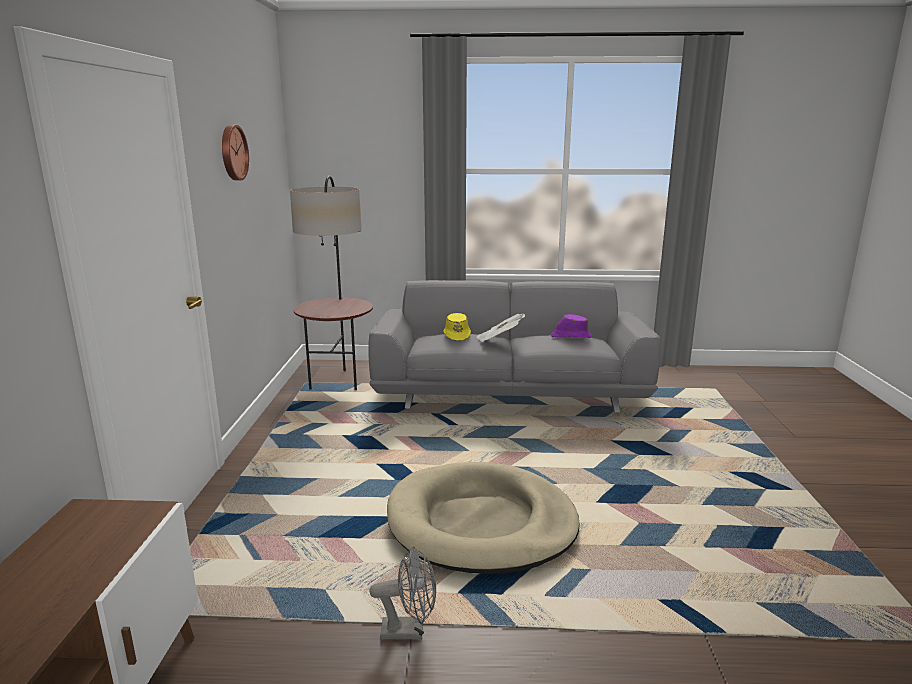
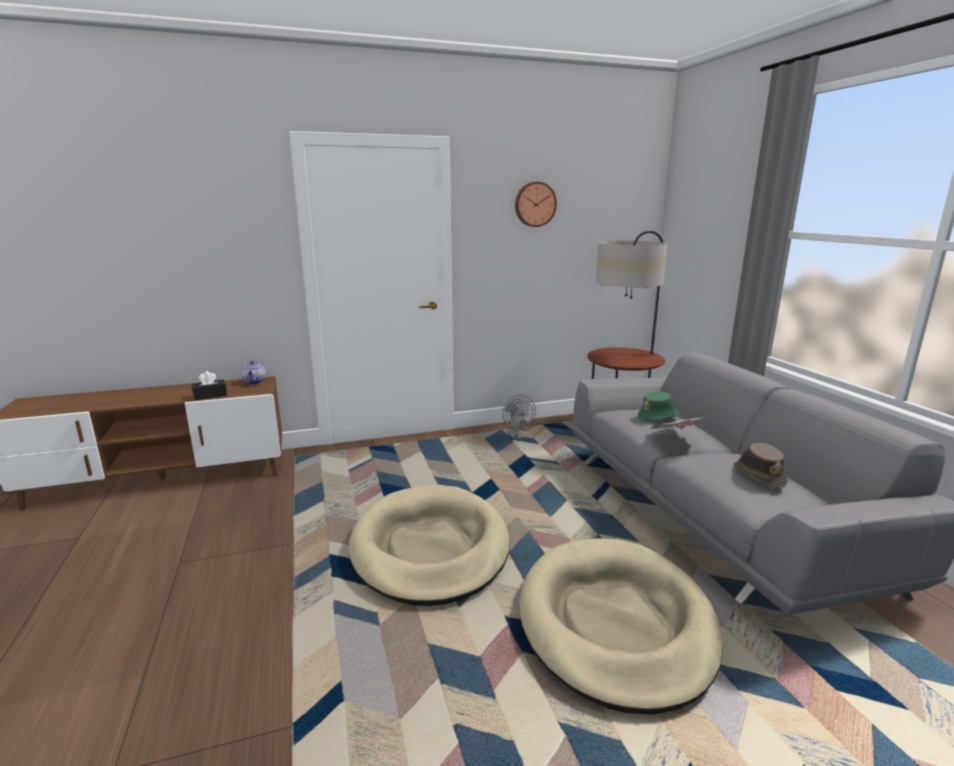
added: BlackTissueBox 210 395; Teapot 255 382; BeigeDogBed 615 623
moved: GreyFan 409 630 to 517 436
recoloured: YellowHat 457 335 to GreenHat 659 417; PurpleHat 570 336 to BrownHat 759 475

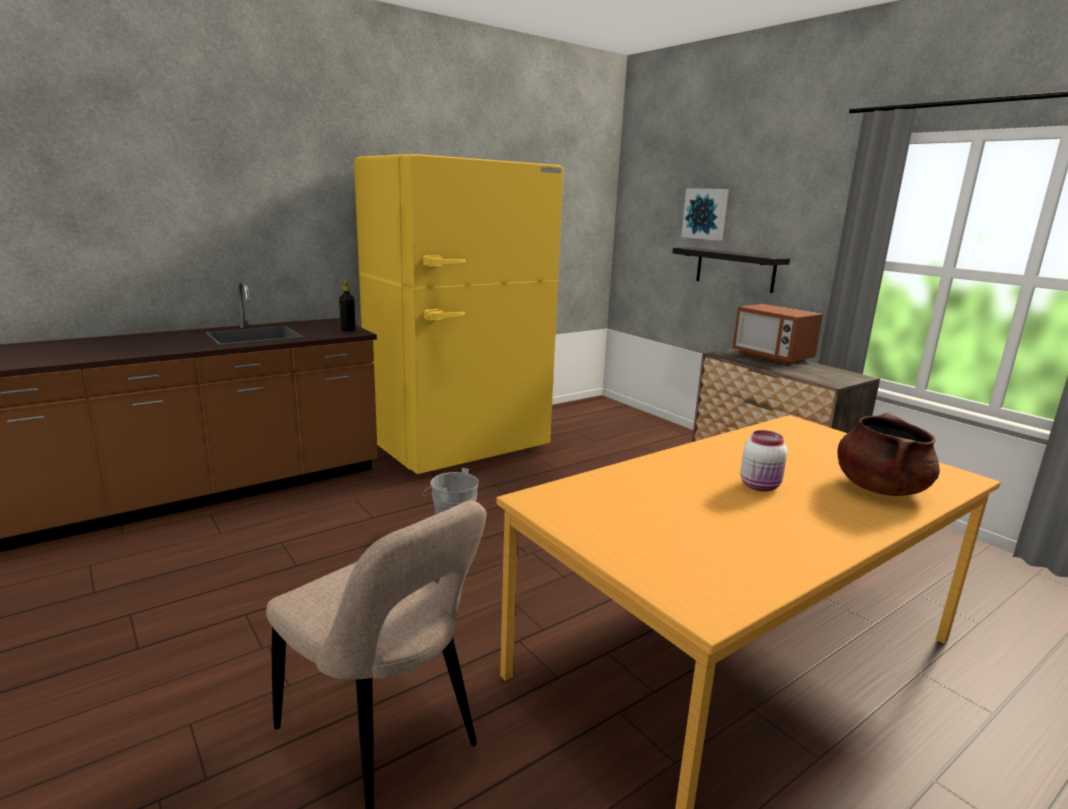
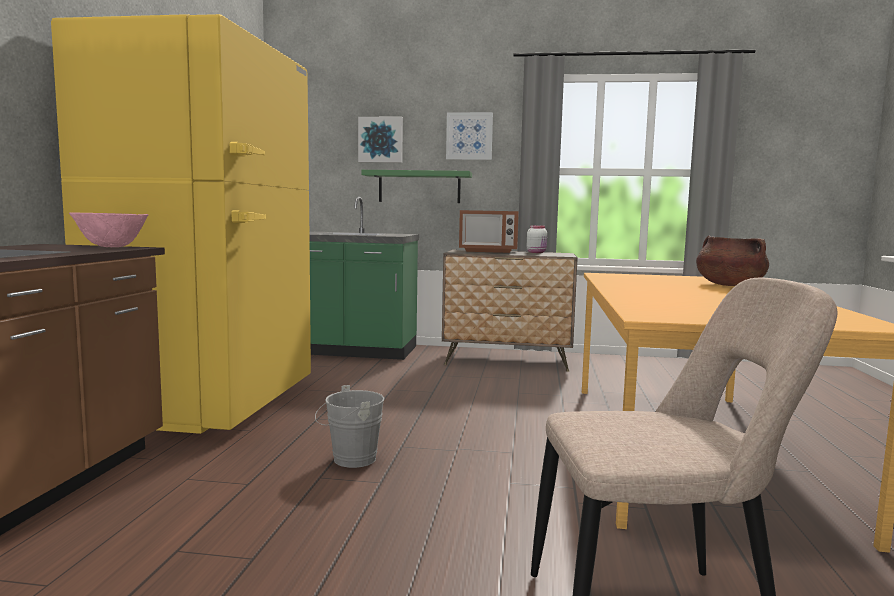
added: GreenCounter 354 351; Picture 469 136
moved: WhiteJar 760 486 to 537 252
replaced: BlackBottle 348 330 to PinkBowl 111 247
recoloured: BlackShelf 735 269 to GreenShelf 419 187

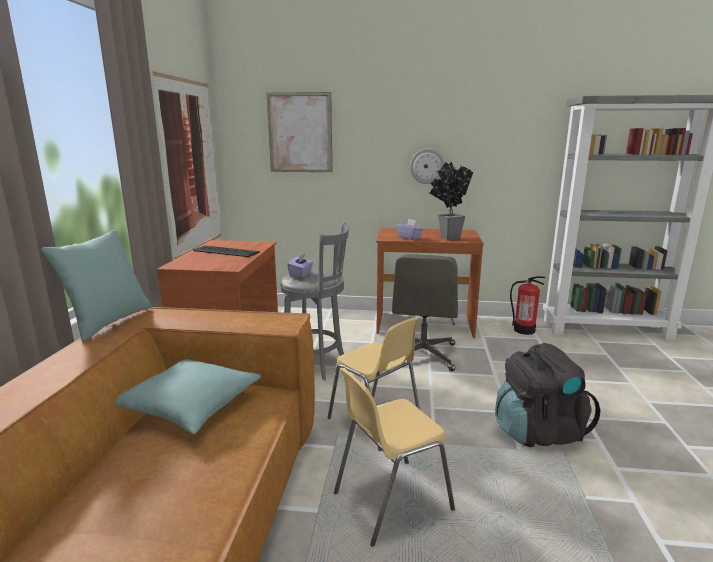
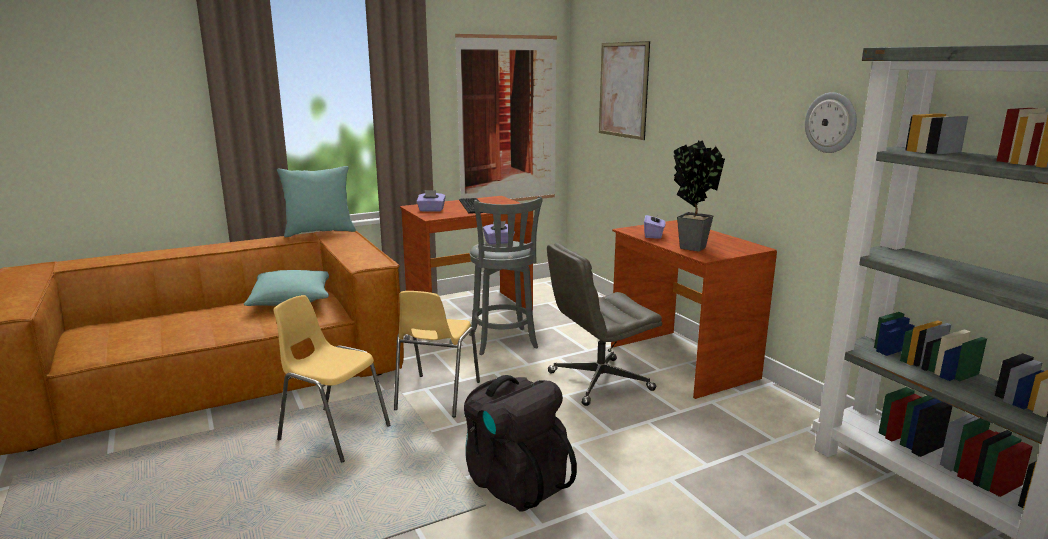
removed: FireExtinguisher 524 330
added: PurpleTissueBox 431 210
moved: WallClock 427 166 to 831 122

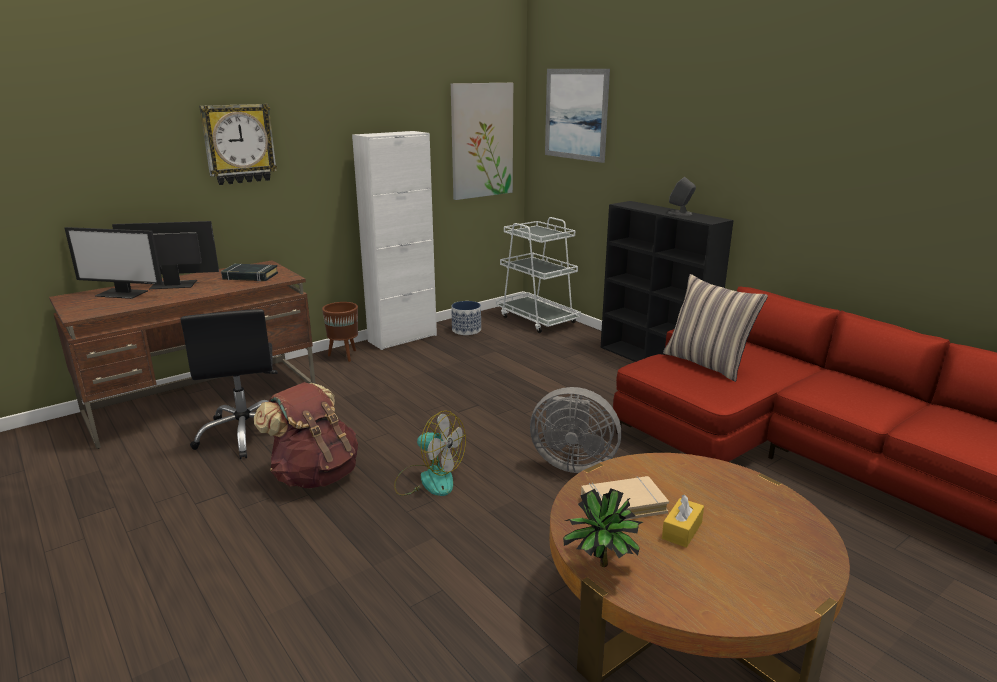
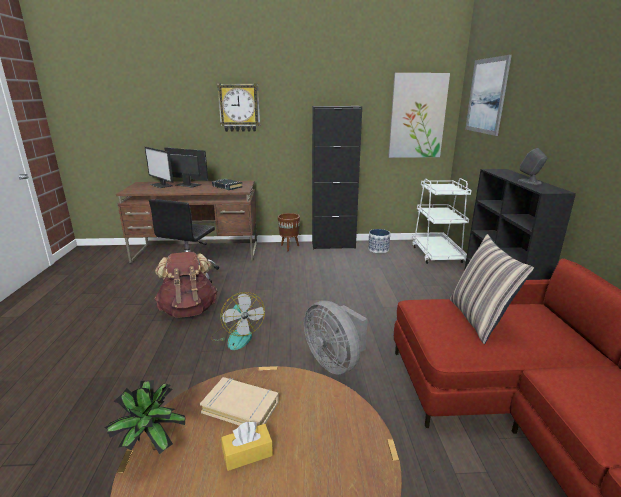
recoloured: WhiteCabinet 402 338 to BlackCabinet 333 245

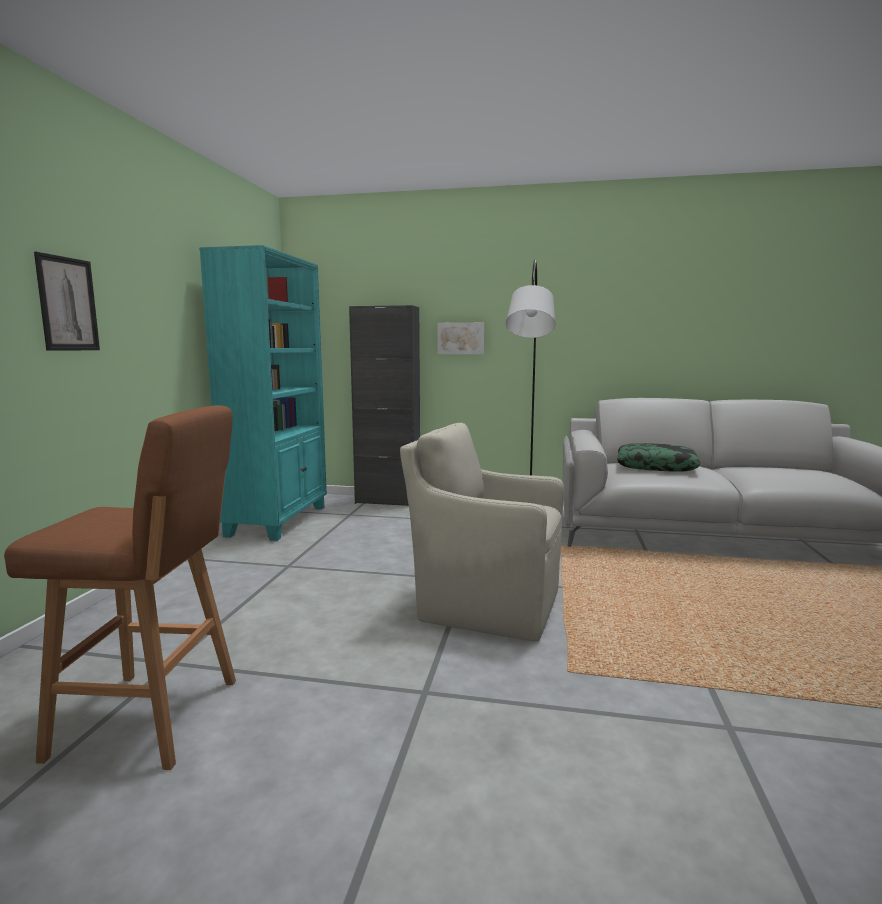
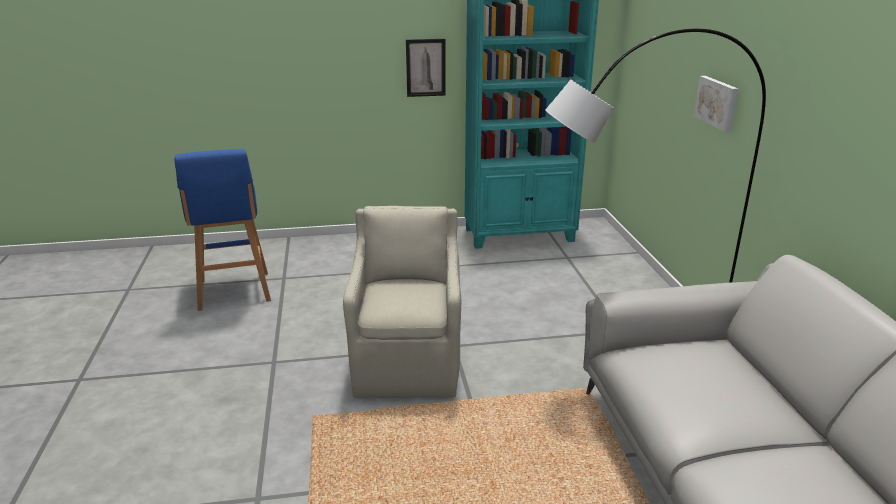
removed: BlackCabinet 388 501; Pillow 656 466
moved: Picture 68 304 to 425 67
recoloured: BrownStool 153 718 to BlueStool 234 292

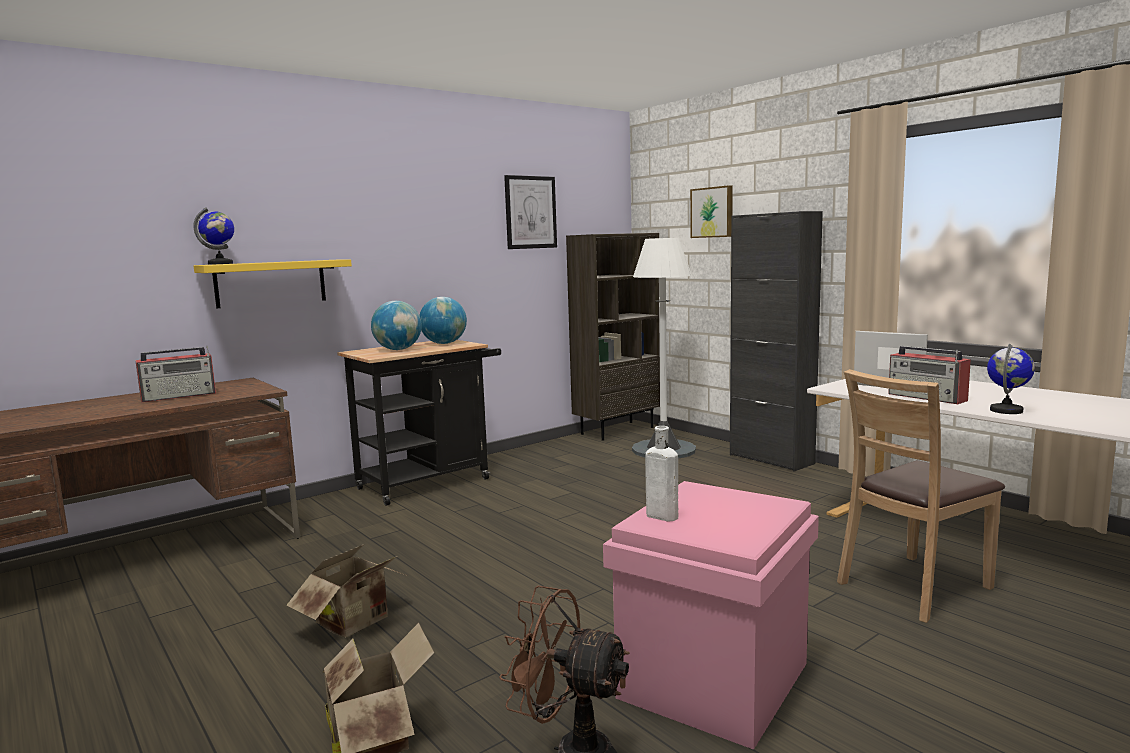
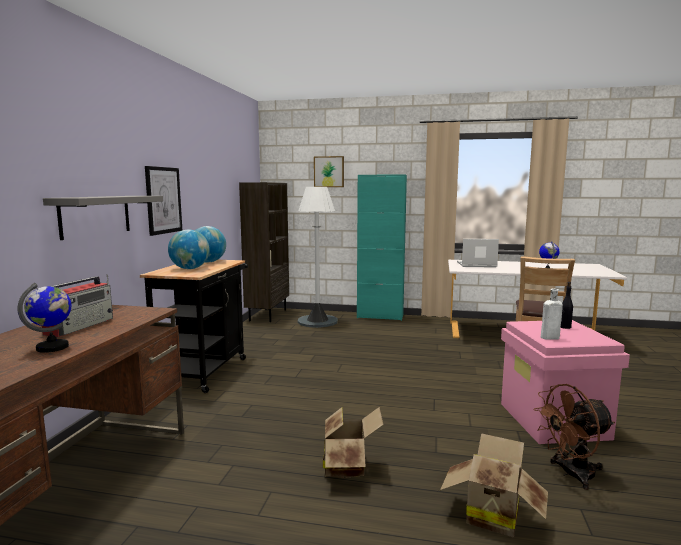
removed: Radio 927 397
added: BlackBottle 565 327
moved: Globe 220 264 to 53 347; Picture 530 212 to 163 200
recoloured: YellowShelf 271 283 to GreyShelf 95 216; BlackCabinet 771 459 to TurquoiseCabinet 380 316

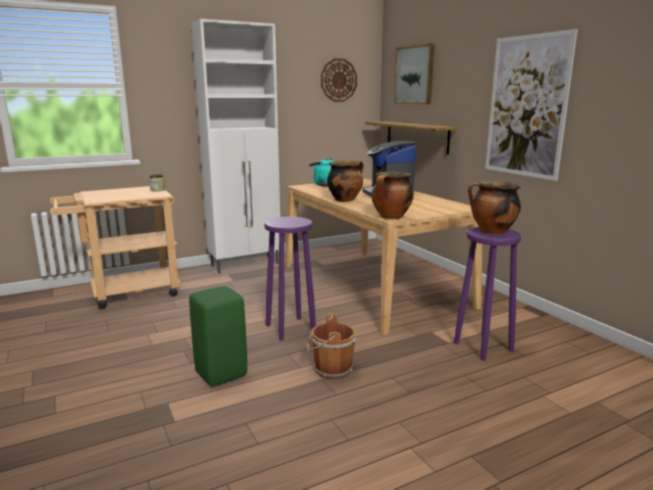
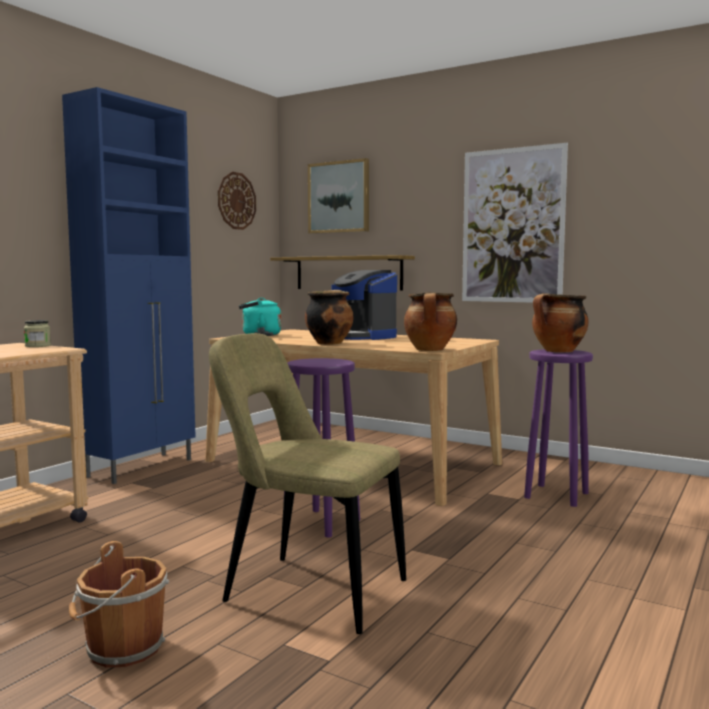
moved: BrownBucket 331 369 to 121 649
replaced: GreenStool 221 373 to BeigeChair 308 590
recoloured: WhiteCabinet 246 264 to BlueCabinet 142 467

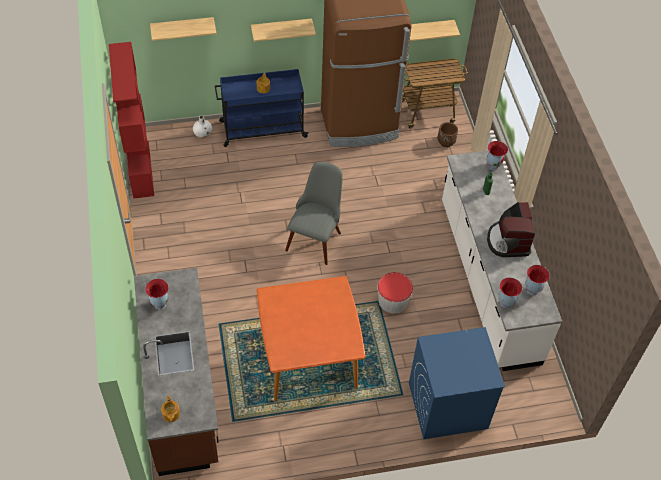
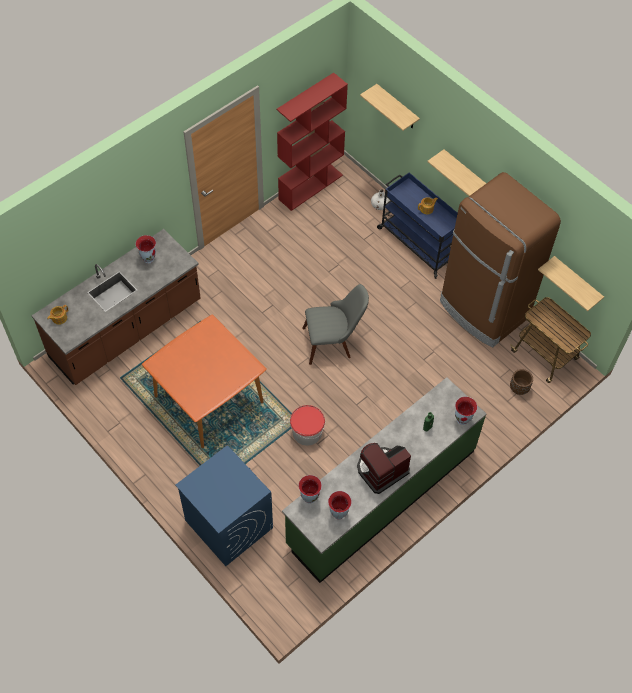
recoloured: WhiteCounter 487 281 to GreenCounter 381 496

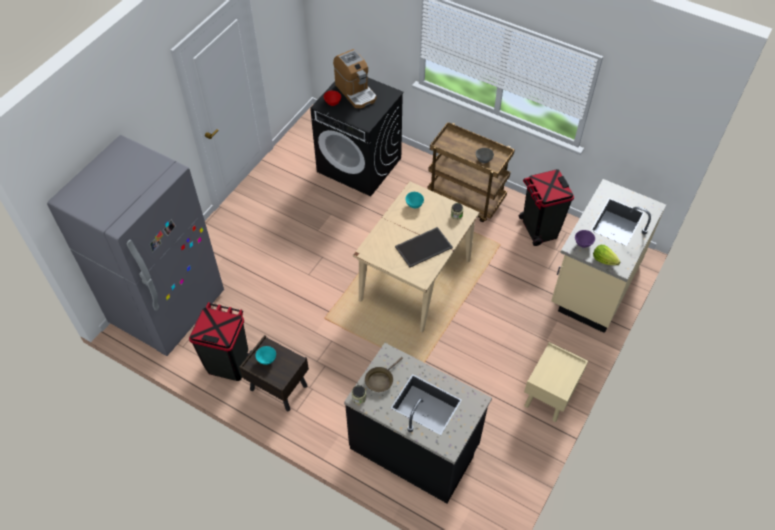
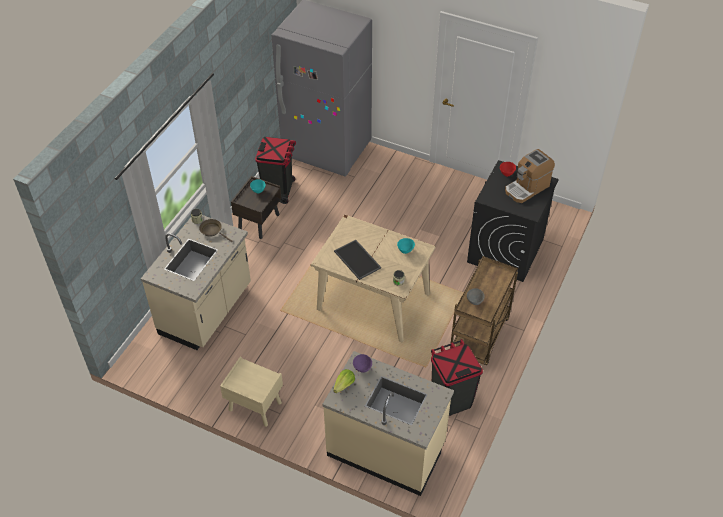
recoloured: BlackCounter 415 447 to BeigeCounter 206 311

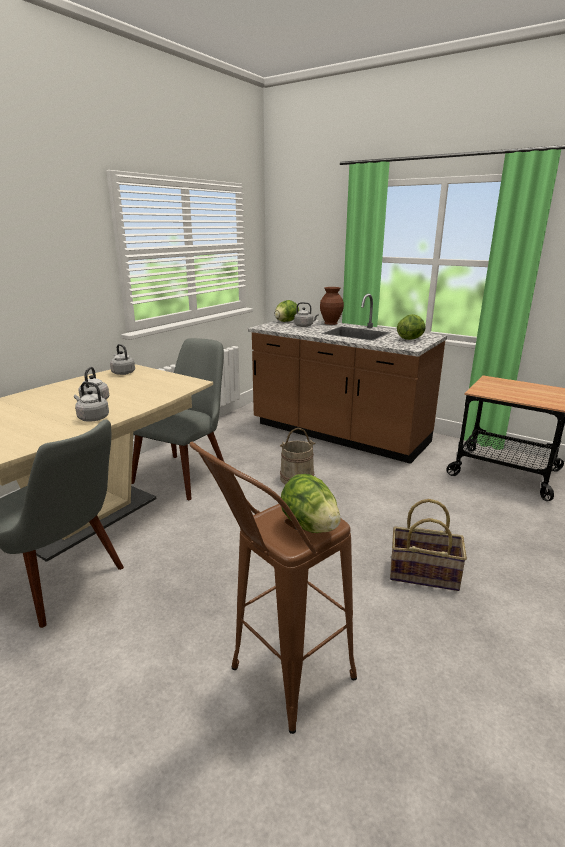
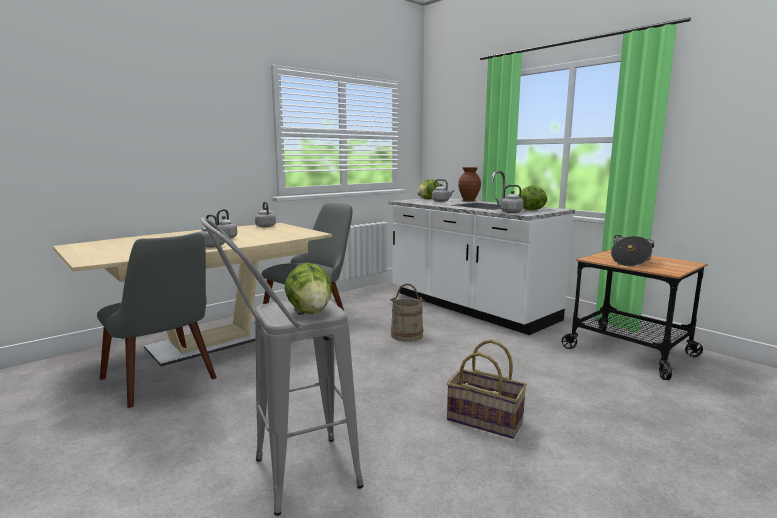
added: GreyKettle 510 212; CookingPot 630 261
recoloured: BrownStool 278 684 to GreyStool 289 478; BrownCounter 339 434 to WhiteCounter 470 307

